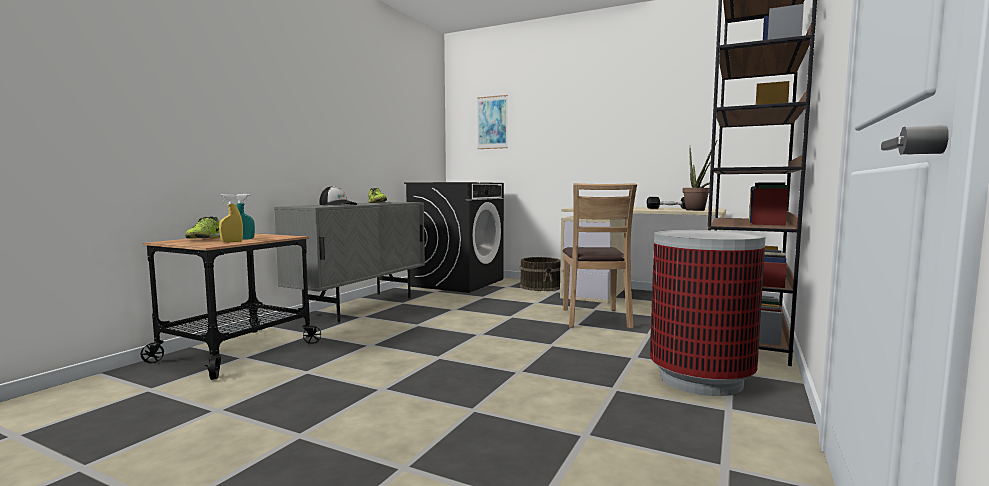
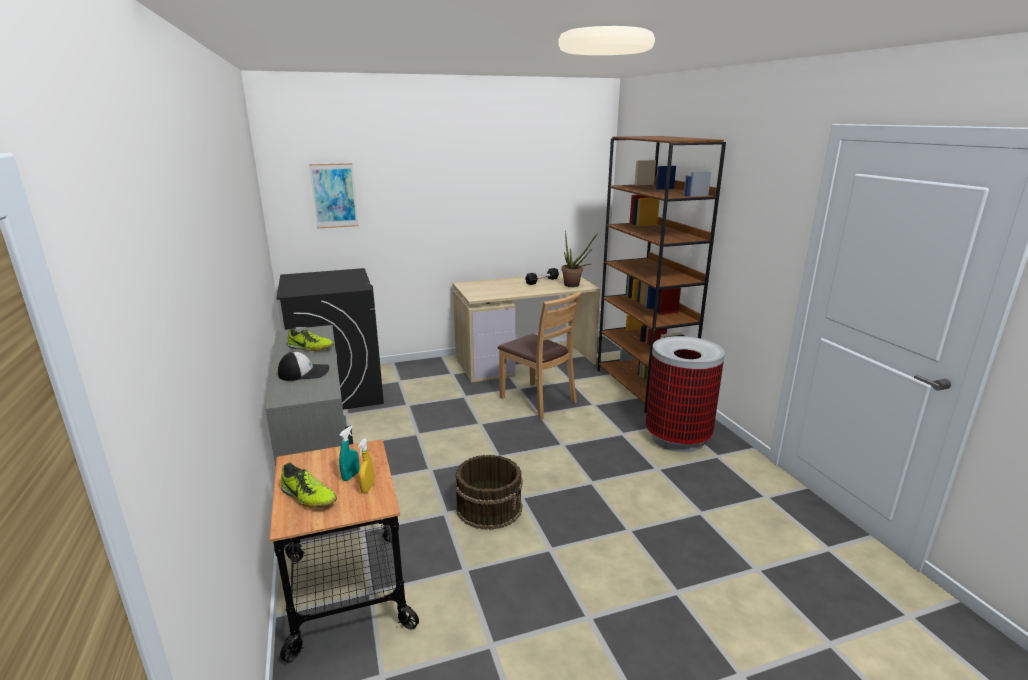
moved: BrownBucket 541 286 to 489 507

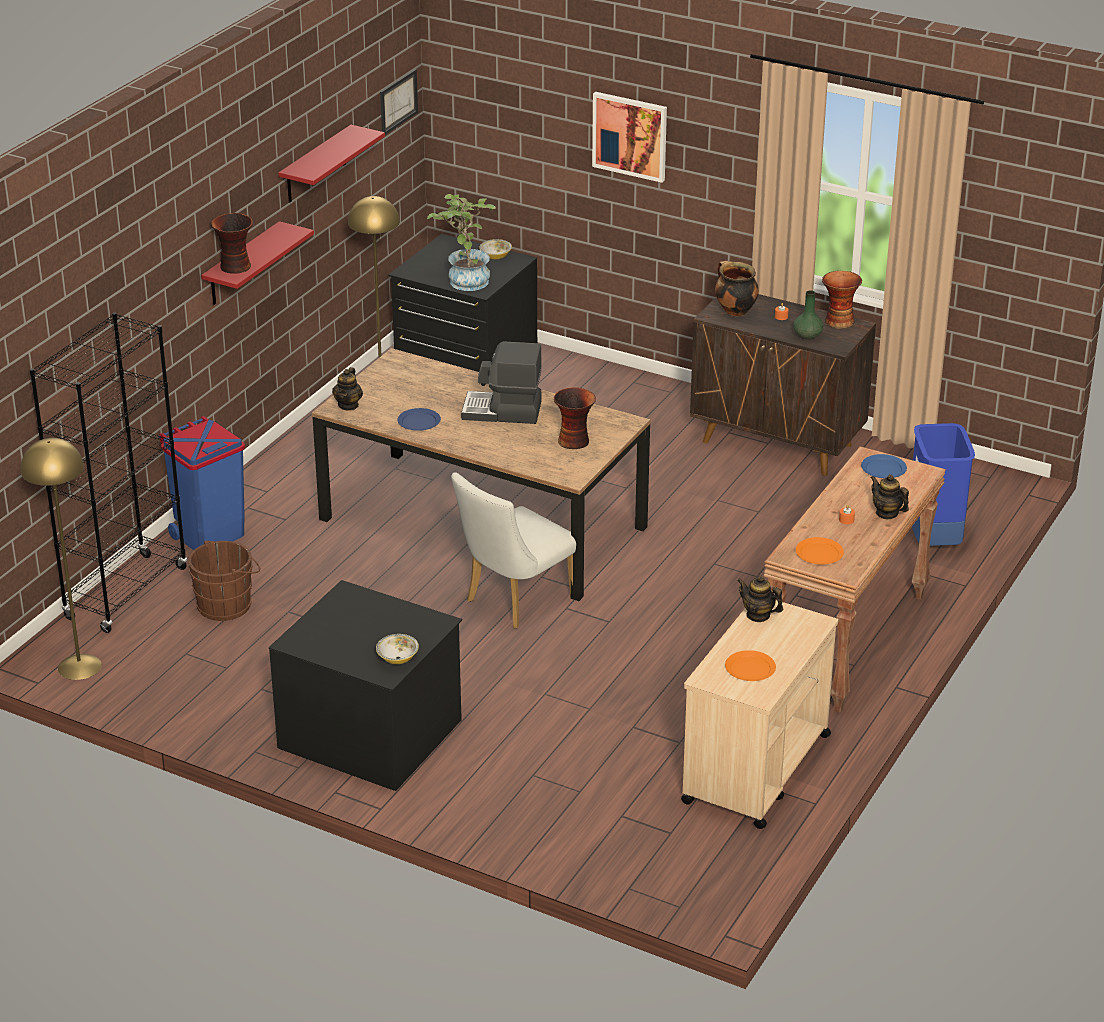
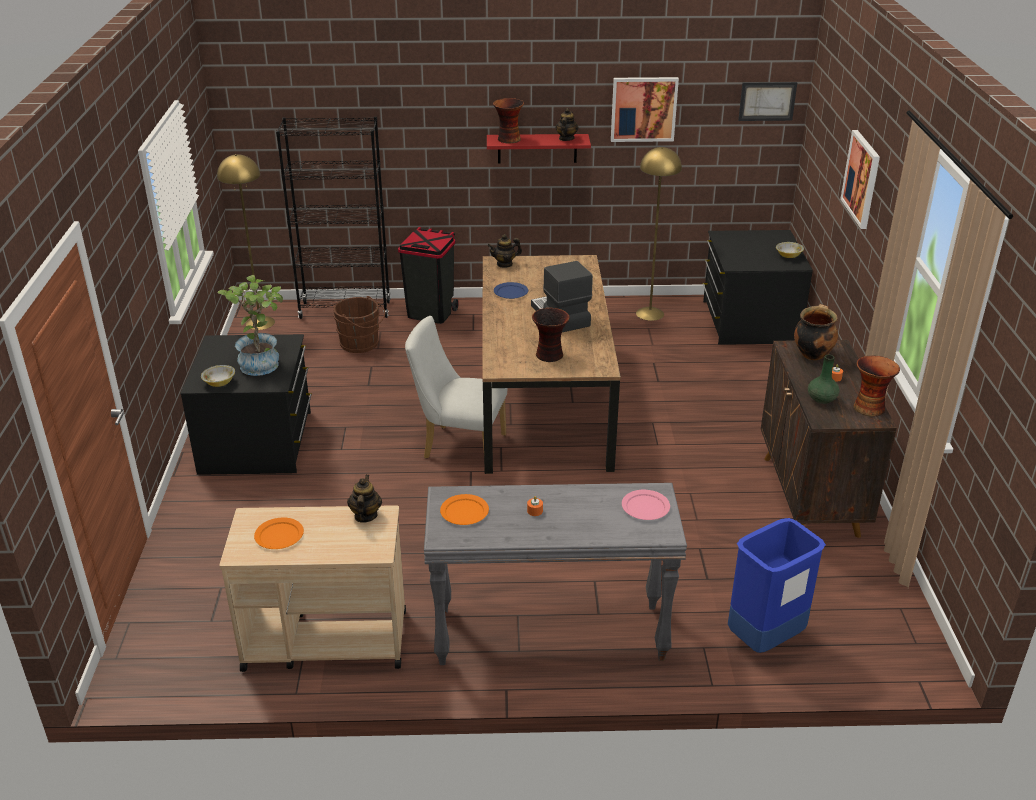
moved: PottedPlant 465 279 to 262 362; Teapot 887 513 to 566 139
replaced: RedShelf 316 165 to Picture 643 109
recoloured: BlueTrashCan 209 535 to BlackTrashCan 430 313; BrownConsoleTable 848 643 to GreyConsoleTable 549 635; BluePlate 884 469 to PinkPlate 645 507

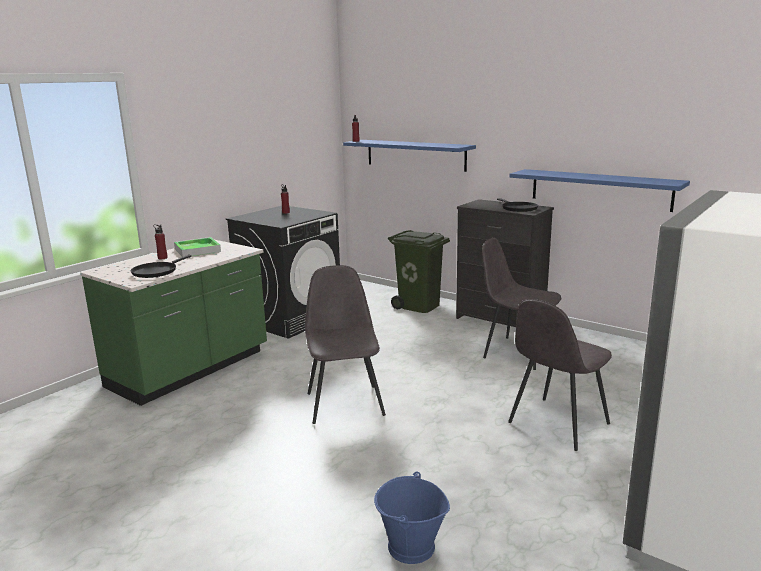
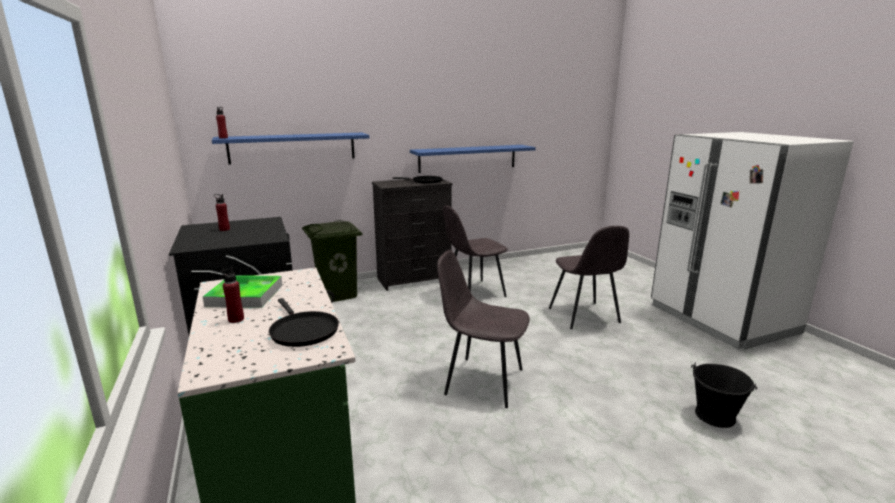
recoloured: BlueBucket 410 547 to BlackBucket 715 416

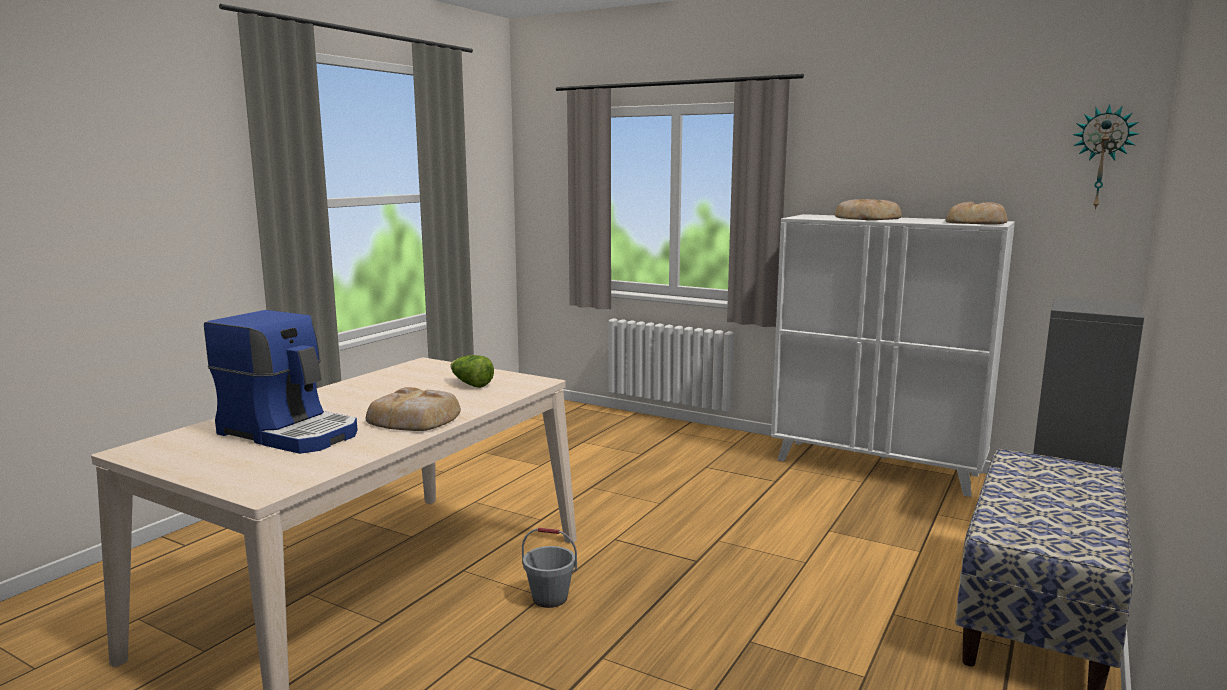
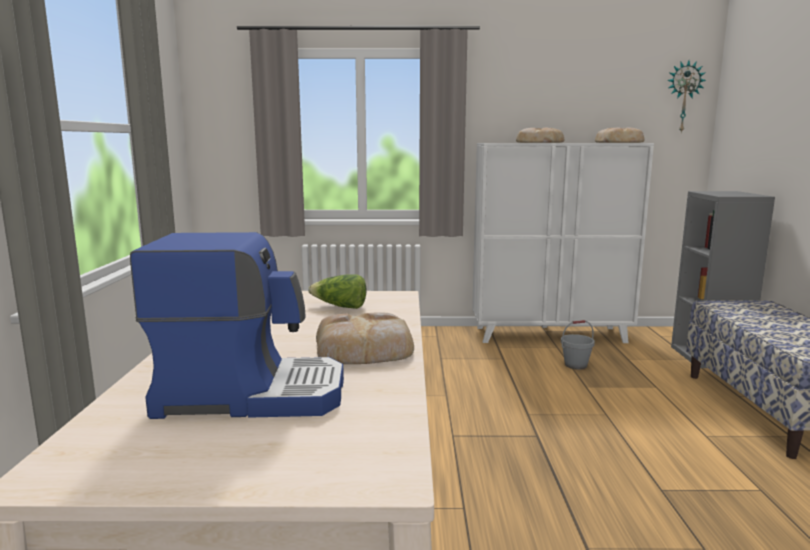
moved: GreyBucket 550 598 to 575 365

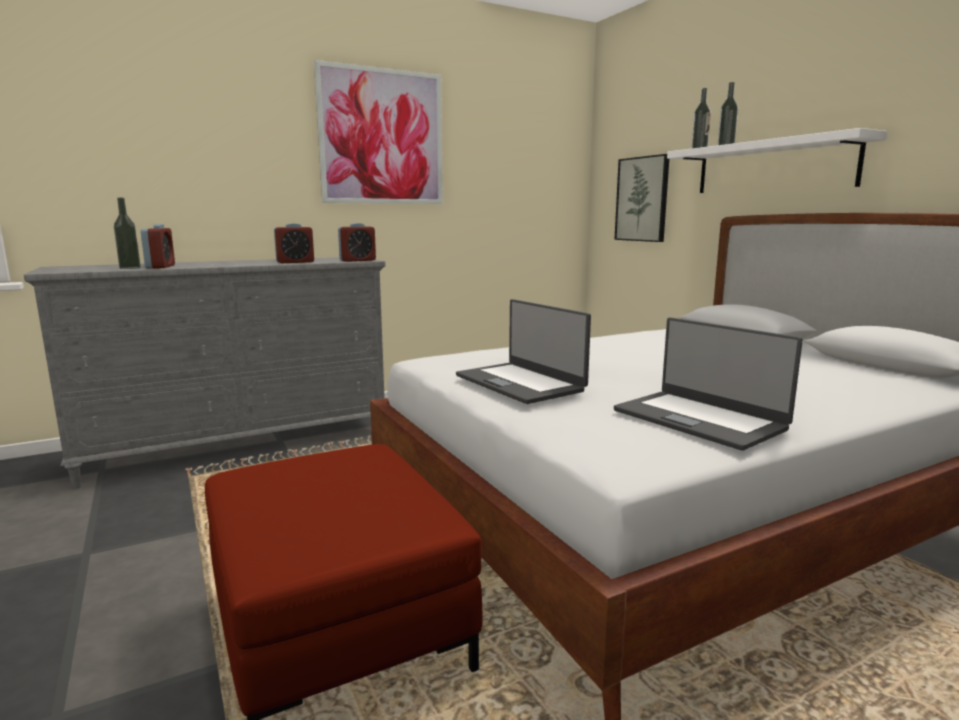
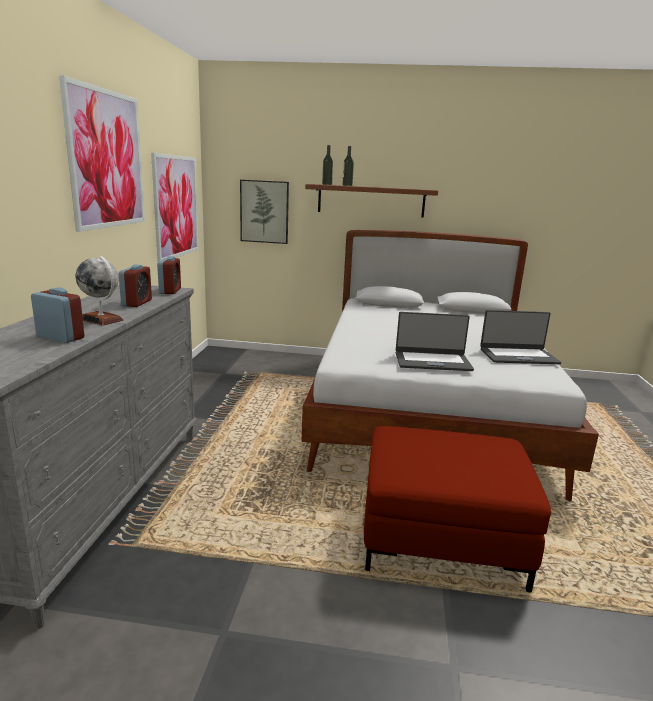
removed: Bottle 130 268
added: Globe 101 320; Picture 176 207
recoloured: WhiteShelf 772 167 to BrownShelf 371 201

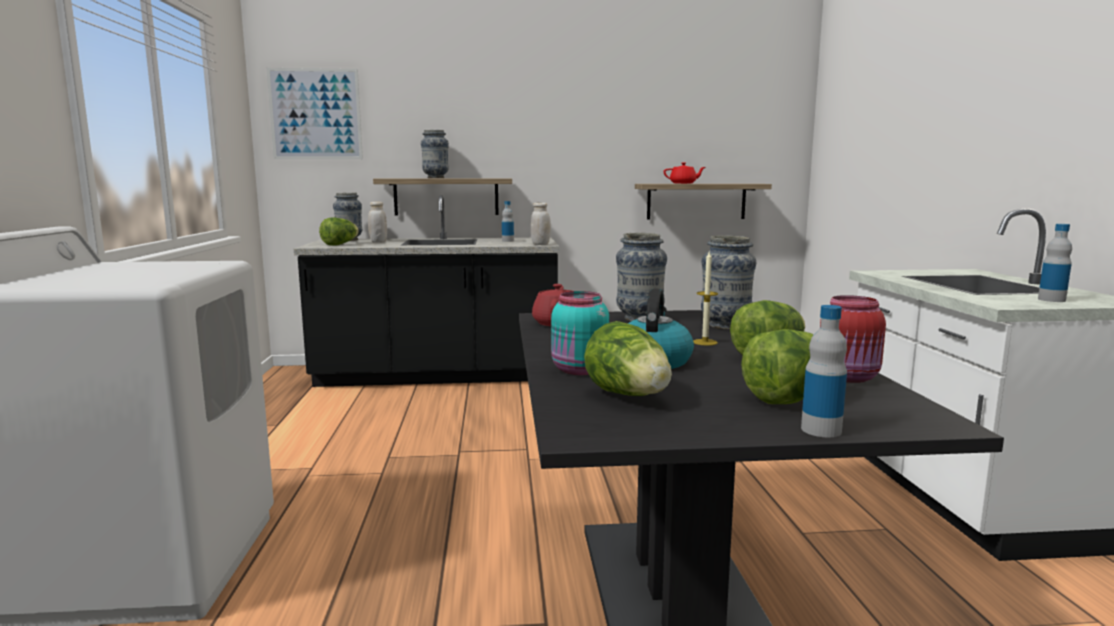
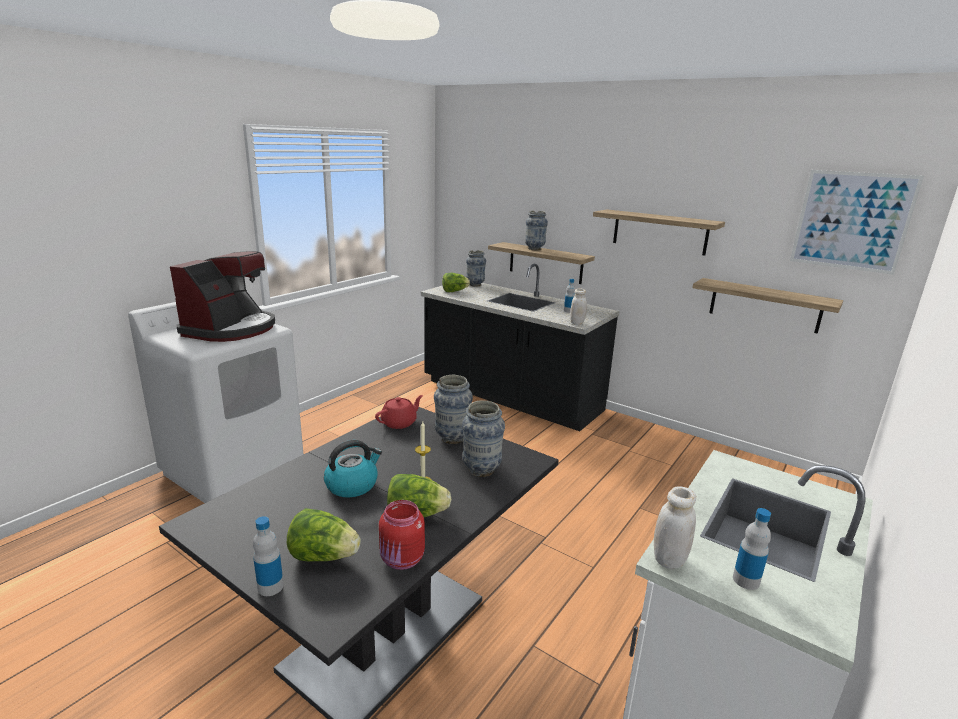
removed: TurquoiseJar 579 370; Lettuce 629 396; RedTeapot 683 183
added: CoffeeMachine 231 329; Shelf 659 232
moved: Picture 315 114 to 852 221; WhiteJar 378 242 to 669 559

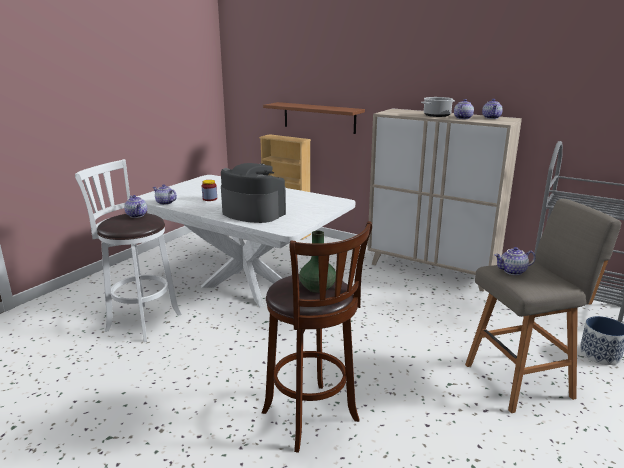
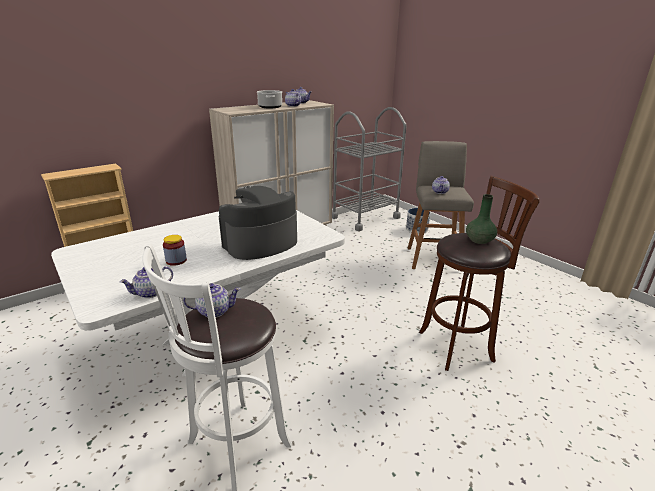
removed: BrownShelf 319 117

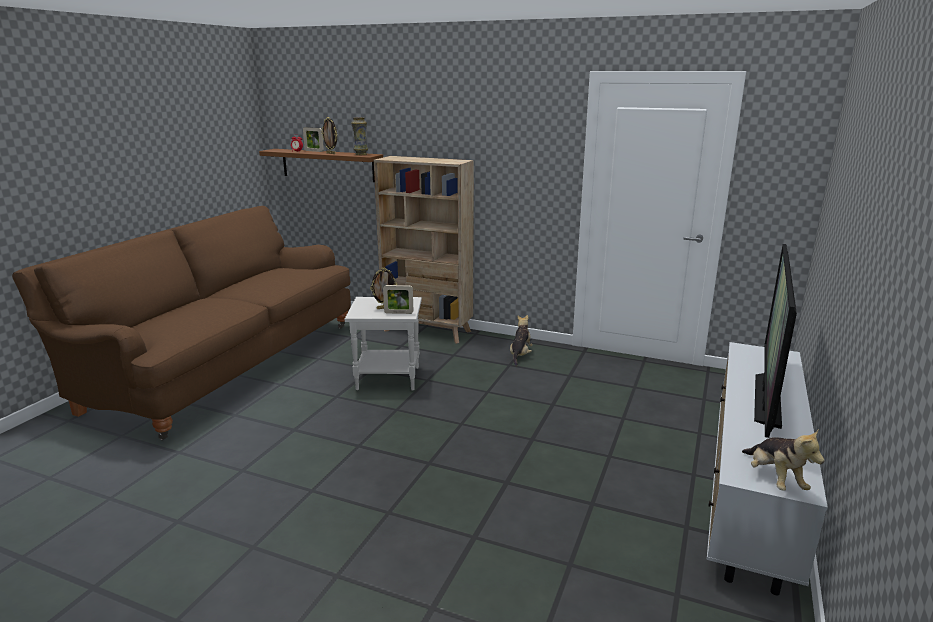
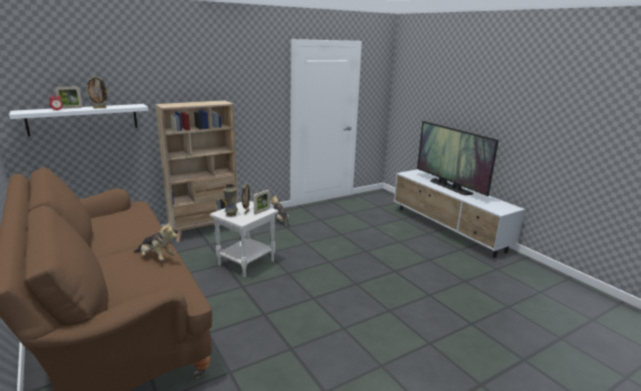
moved: Vase 360 154 to 231 214; PlushToy 774 479 to 156 257
recoloured: BrownShelf 328 165 to WhiteShelf 83 119

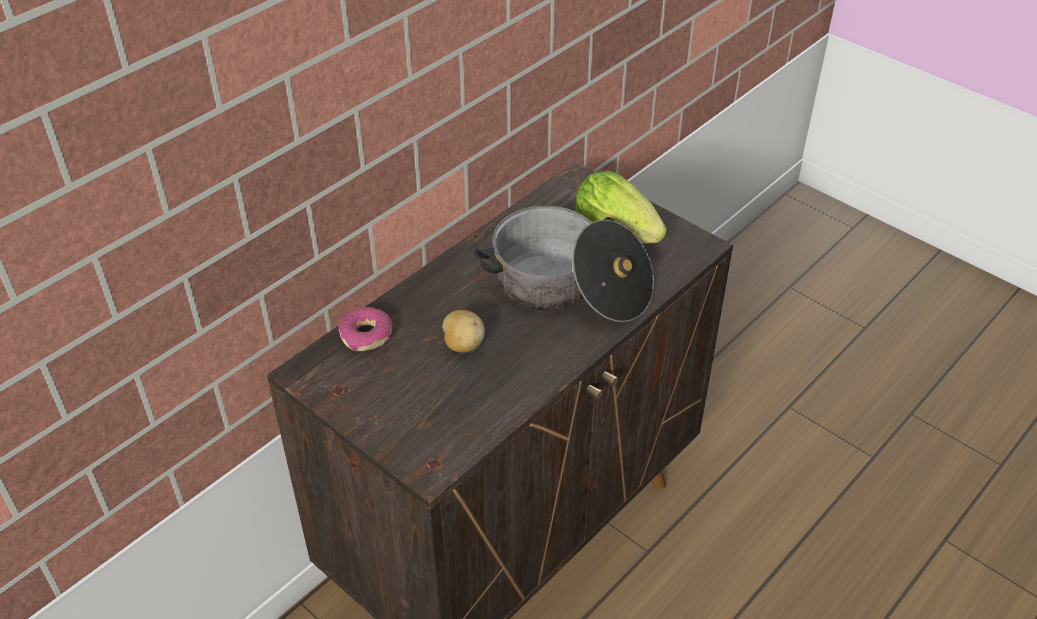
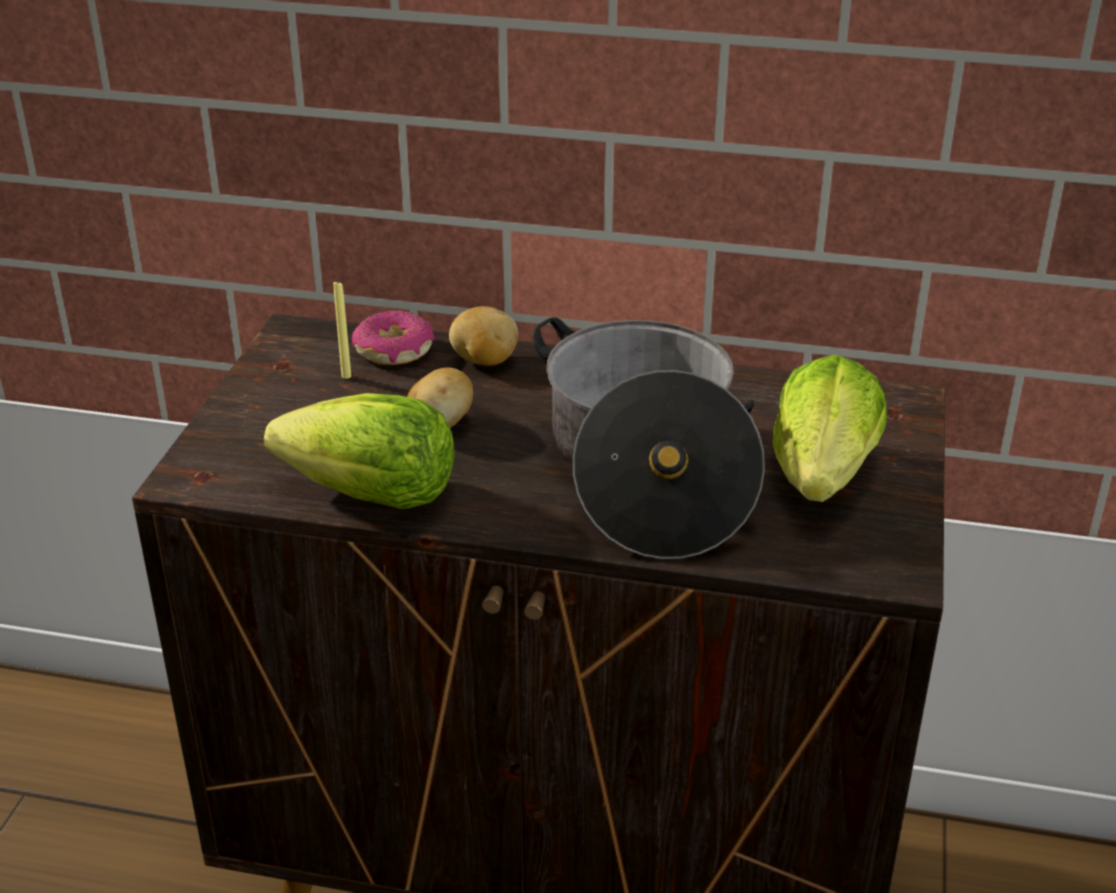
added: Lettuce 373 496; YellowCandle 346 376; Potato 484 361

